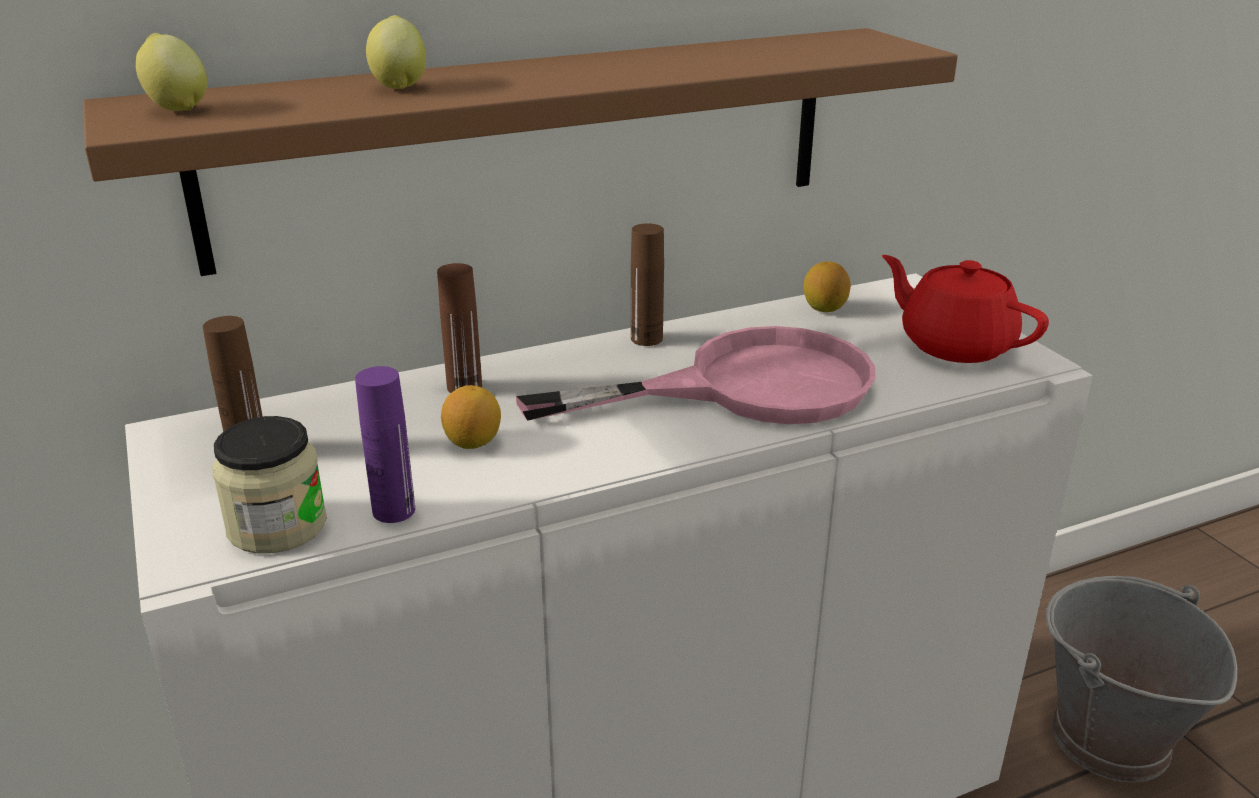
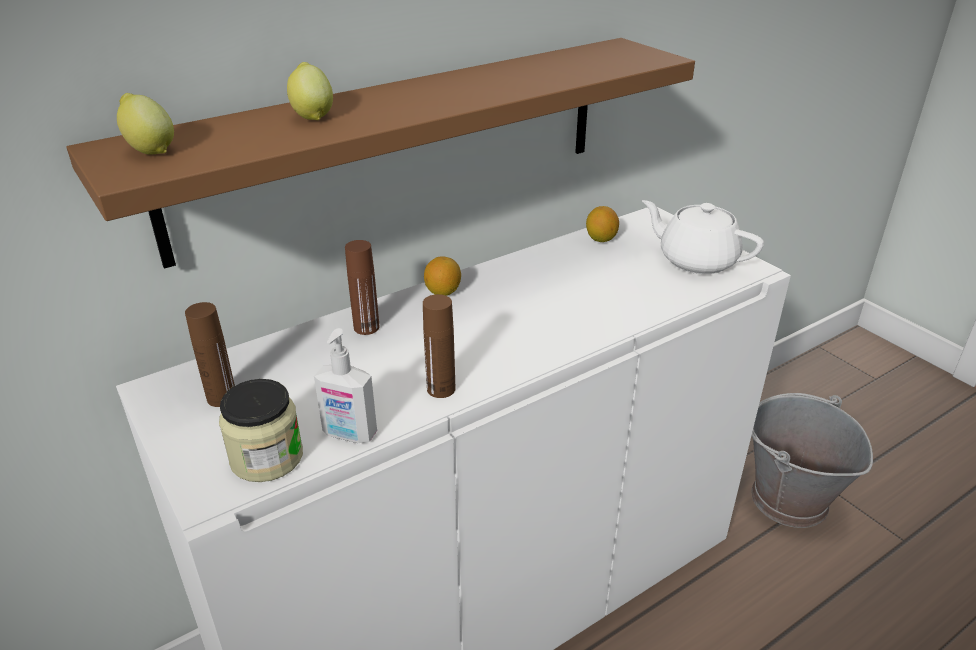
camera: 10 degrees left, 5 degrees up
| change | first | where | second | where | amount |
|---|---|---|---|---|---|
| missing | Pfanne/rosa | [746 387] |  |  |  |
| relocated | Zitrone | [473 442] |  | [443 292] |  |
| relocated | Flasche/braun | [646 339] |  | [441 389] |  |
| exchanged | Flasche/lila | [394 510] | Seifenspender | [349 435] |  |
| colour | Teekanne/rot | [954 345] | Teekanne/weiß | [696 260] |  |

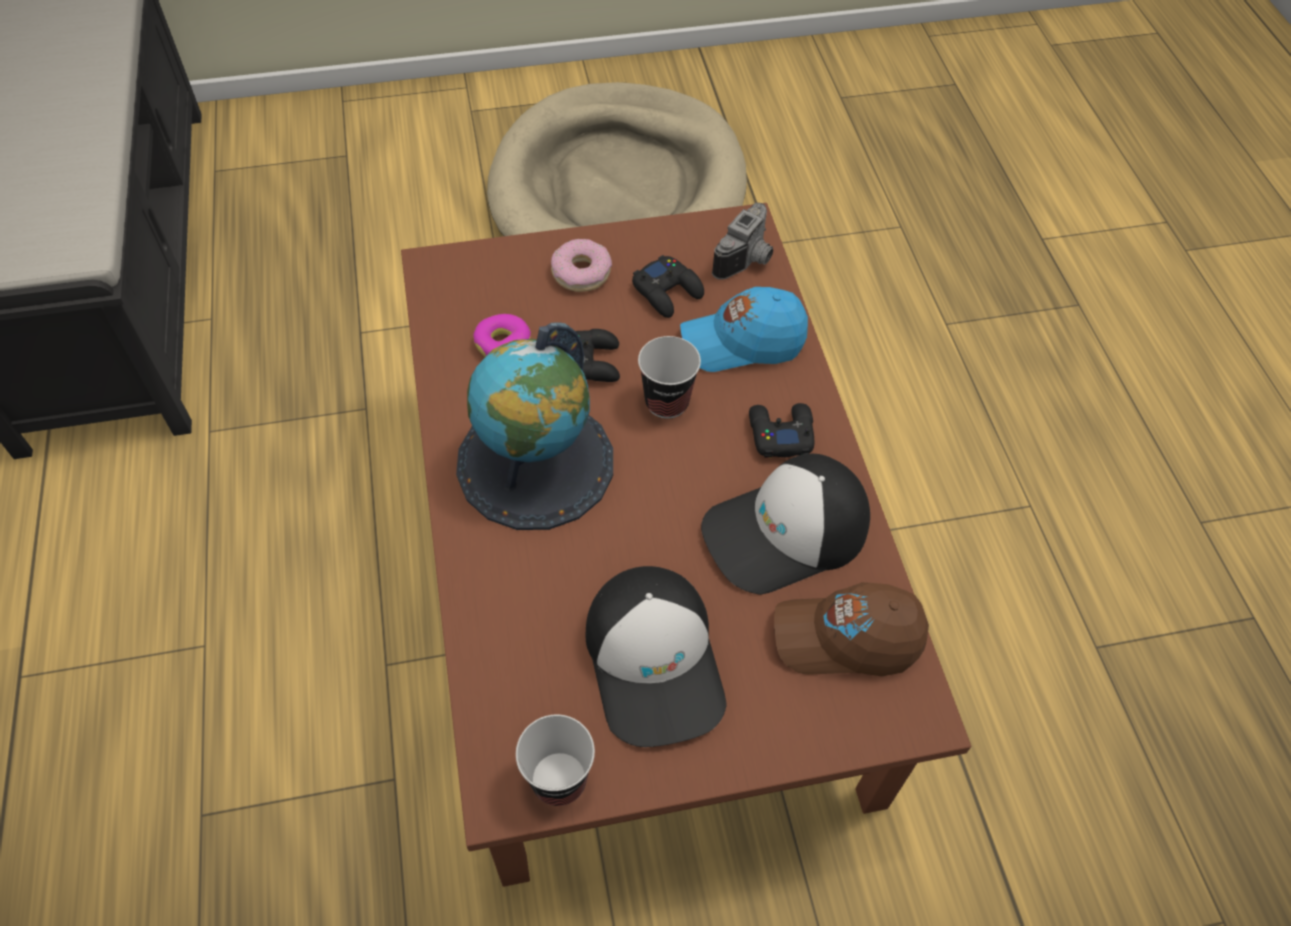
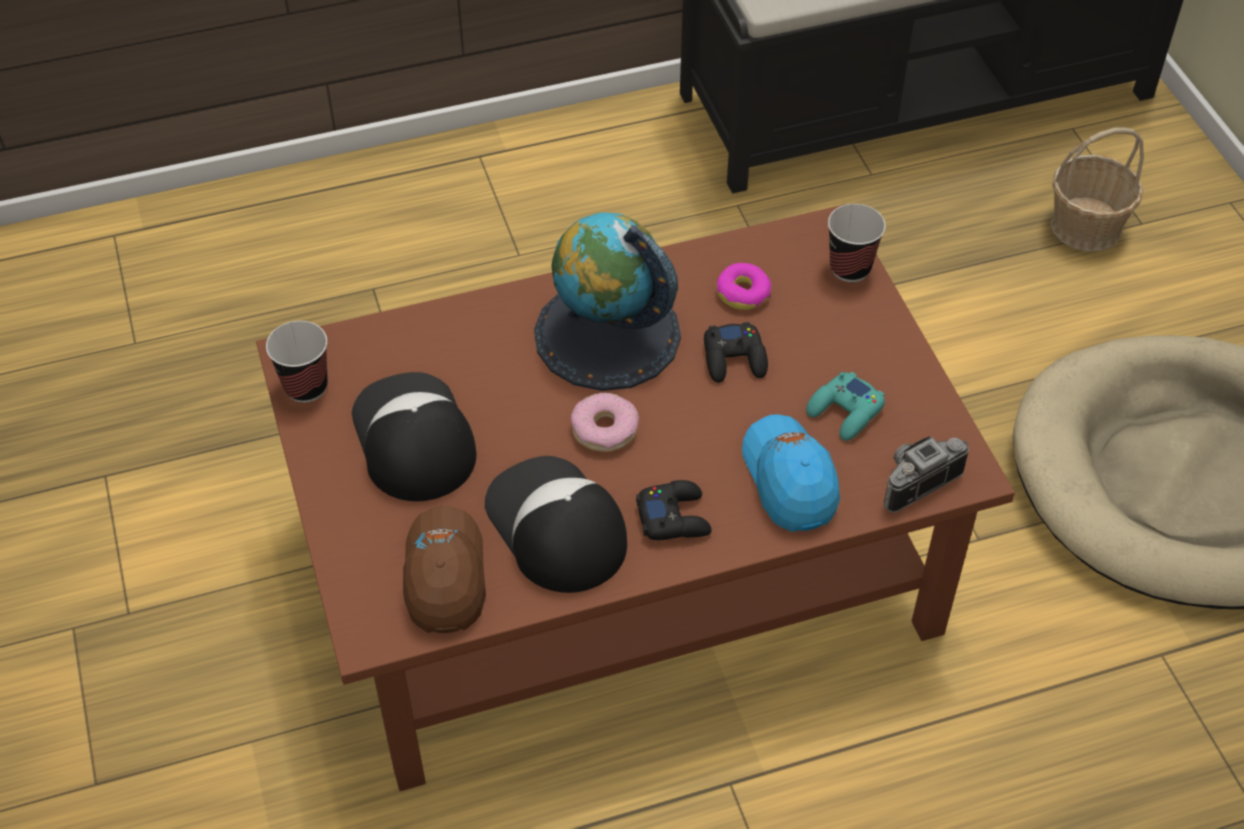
camera: 85 degrees right, 5 degrees down
| change | first | where | second | where | amount |
|---|---|---|---|---|---|
| appeared |  |  | Korb | [1086 226] |  |
| relocated | Donut | [581 272] |  | [604 429] |  |
| relocated | Tasse | [667 402] |  | [850 268] |  |
| colour | Gamepad/schwarz | [668 292] | Gamepad/türkis | [845 412] |  |
| spun | Kappe | [656 661] |  | [412 438] | 90 degrees clockwise |
| spun | Kamera | [748 260] |  | [913 479] | 120 degrees clockwise |

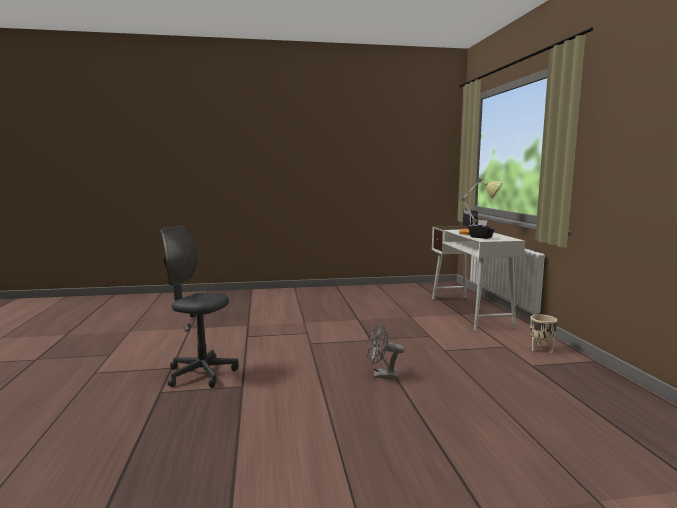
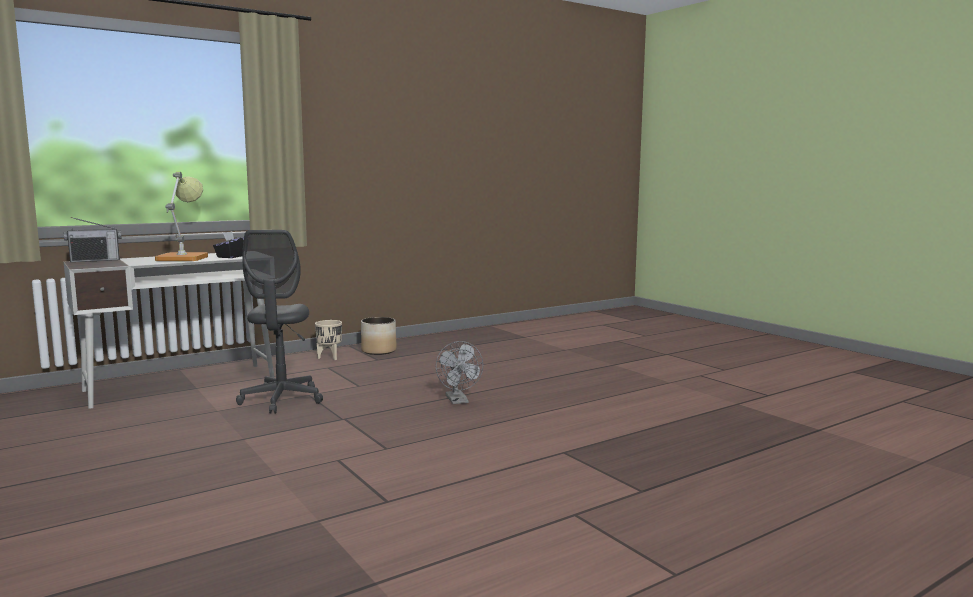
camera: 115 degrees left, 0 degrees up
| change | first | where | second | where | amount |
|---|---|---|---|---|---|
| appeared |  |  | Pflanzkübel | [379 351] |  |
| relocated | Bürostuhl/grau | [201 374] |  | [282 400] |  |

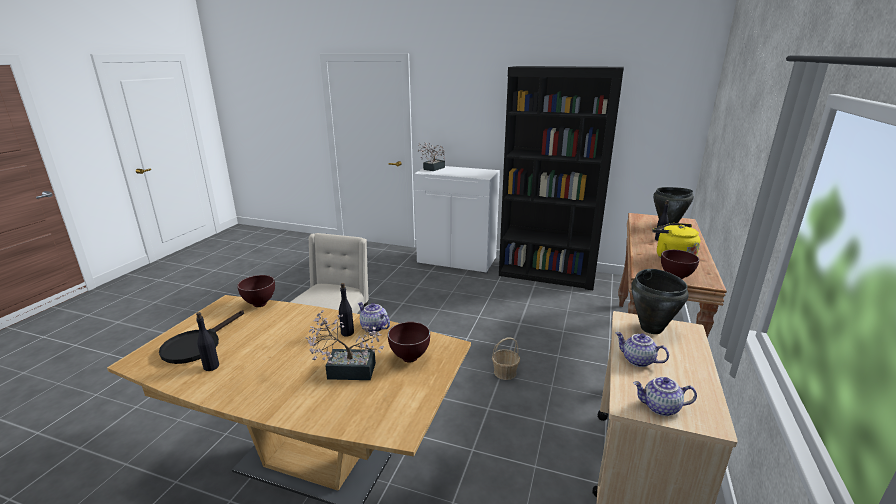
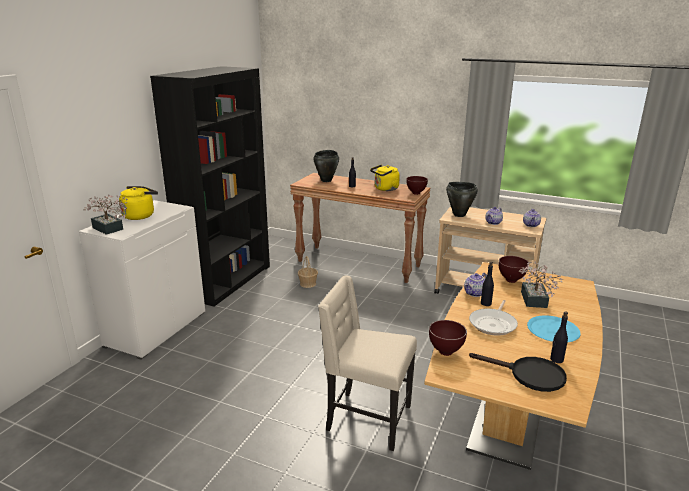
camera: 85 degrees left, 0 degrees up
| change | first | where | second | where | amount |
|---|---|---|---|---|---|
| appeared |  |  | Wasserkessel/gelb | [140 215] |  |
| appeared |  |  | Pfanne | [493 324] |  |
| appeared |  |  | Teller/blau | [553 330] |  |
| relocated | Korb | [505 372] |  | [308 284] |  |

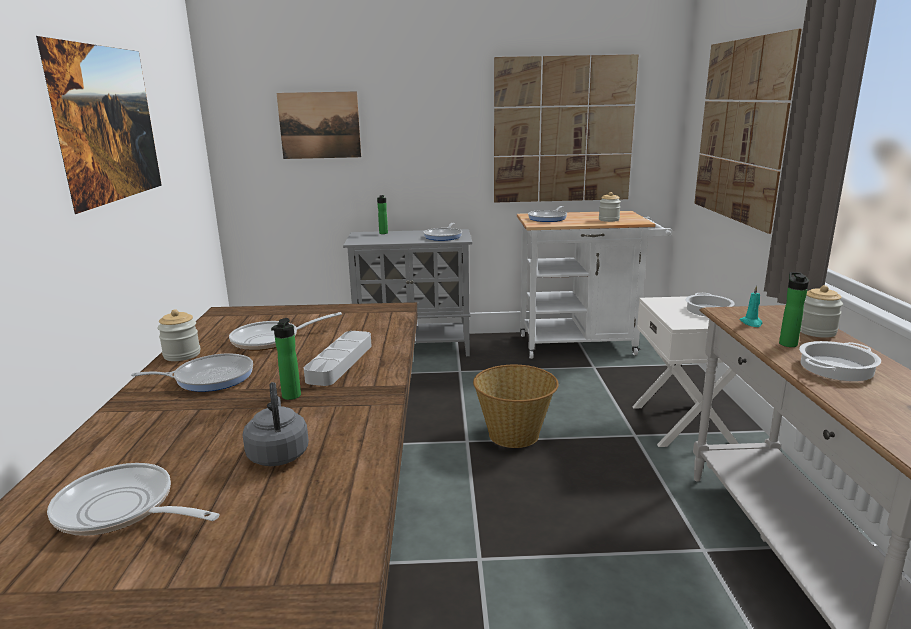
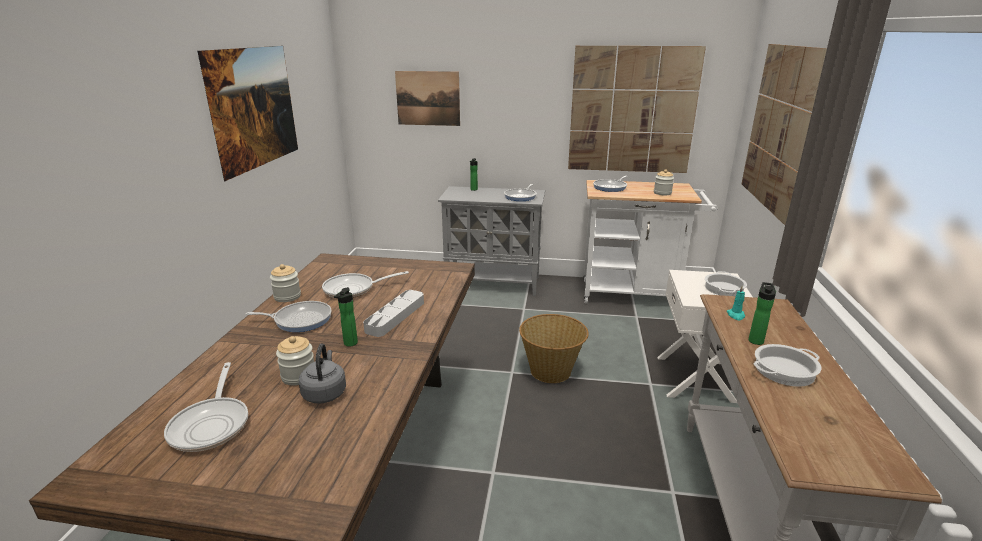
camera: 10 degrees right, 5 degrees up
| change | first | where | second | where | amount |
|---|---|---|---|---|---|
| relocated | Vorratsglas | [816 331] |  | [298 376] |  |
| spun | Pfanne | [122 510] |  | [212 424] | 135 degrees counterclockwise |

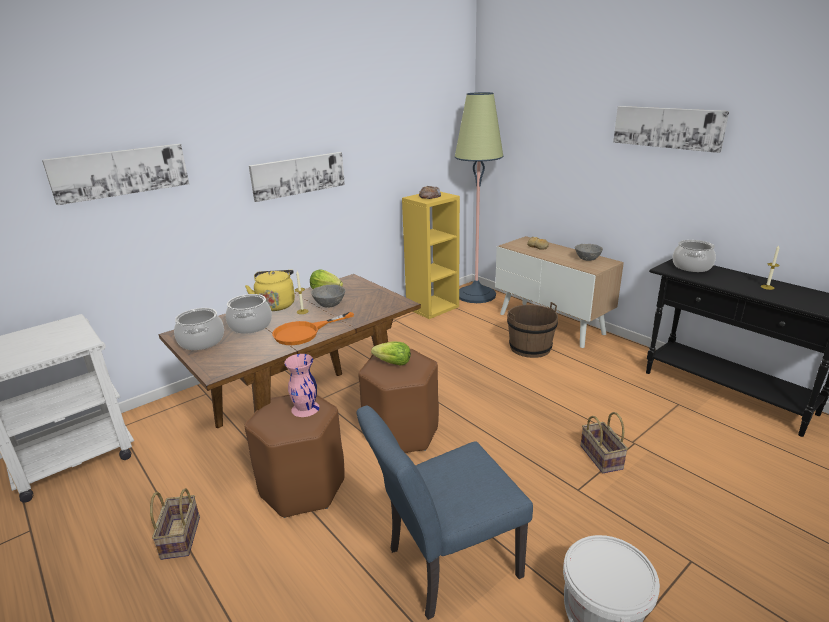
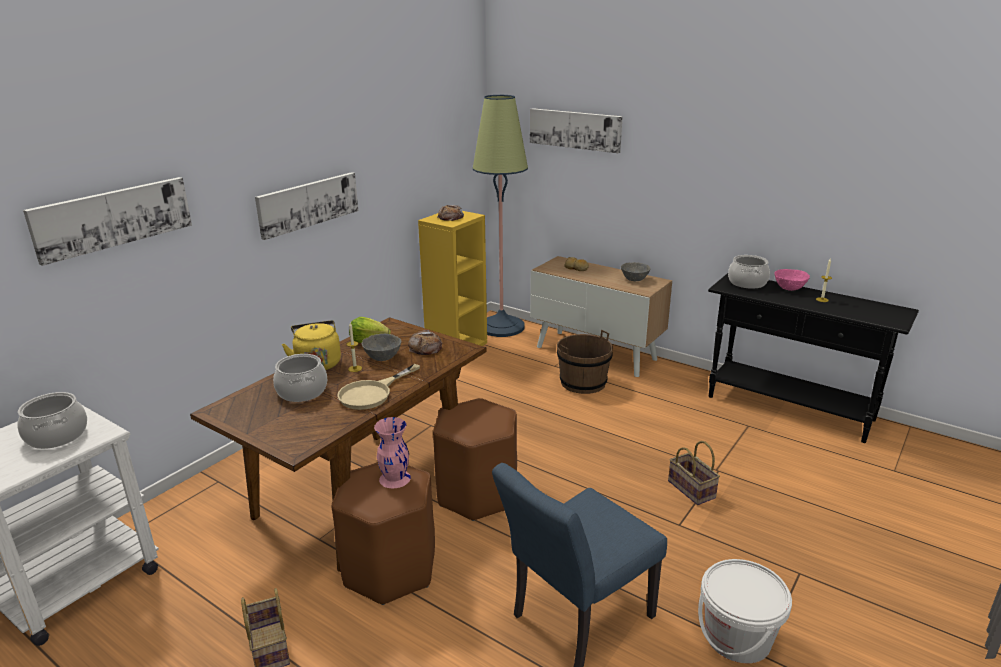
camera: 15 degrees left, 0 degrees up
| change | first | where | second | where | amount |
|---|---|---|---|---|---|
| missing | Salatkopf | [393 363] |  |  |  |
| appeared |  |  | Brot | [425 347] |  |
| appeared |  |  | Schüssel/rosa | [789 288] |  |
| relocated | Kochtopf | [202 341] |  | [57 435] |  |
| relocated | Bild | [667 127] |  | [575 129] |  |
| colour | Pfanne/orange | [304 332] | Pfanne/beige | [372 393] |  |

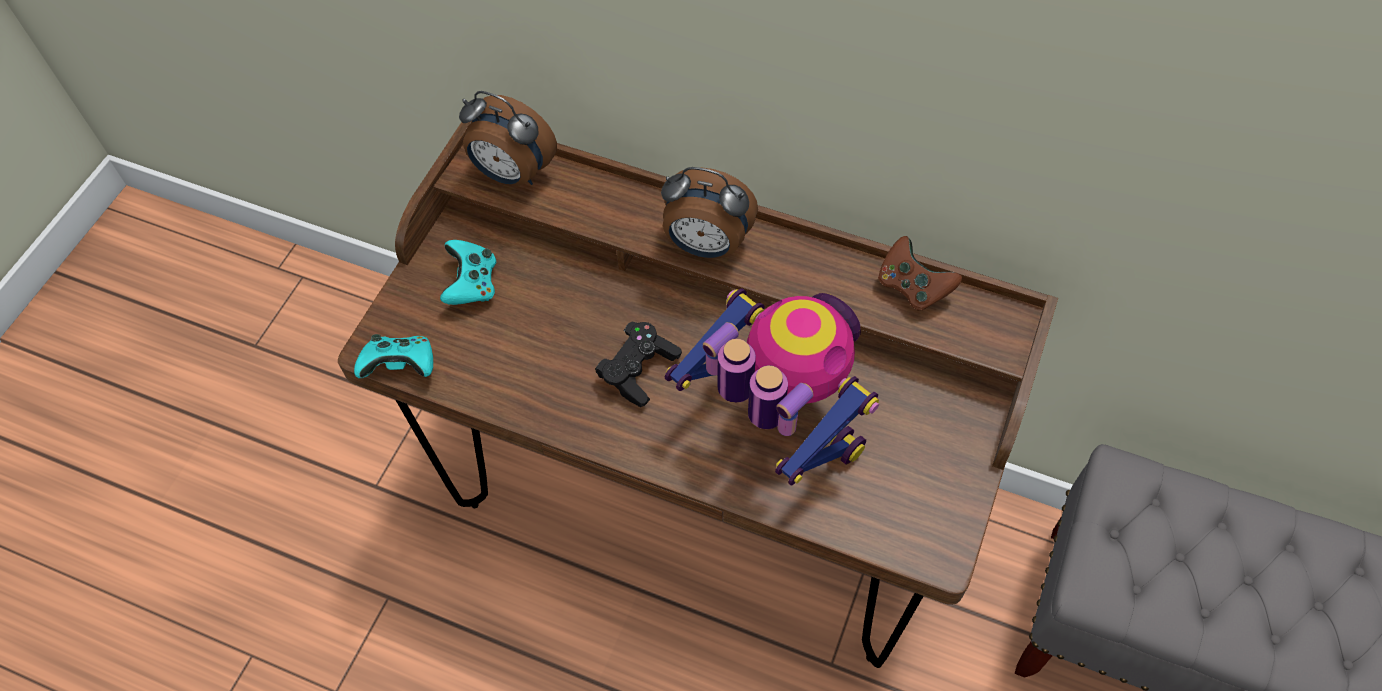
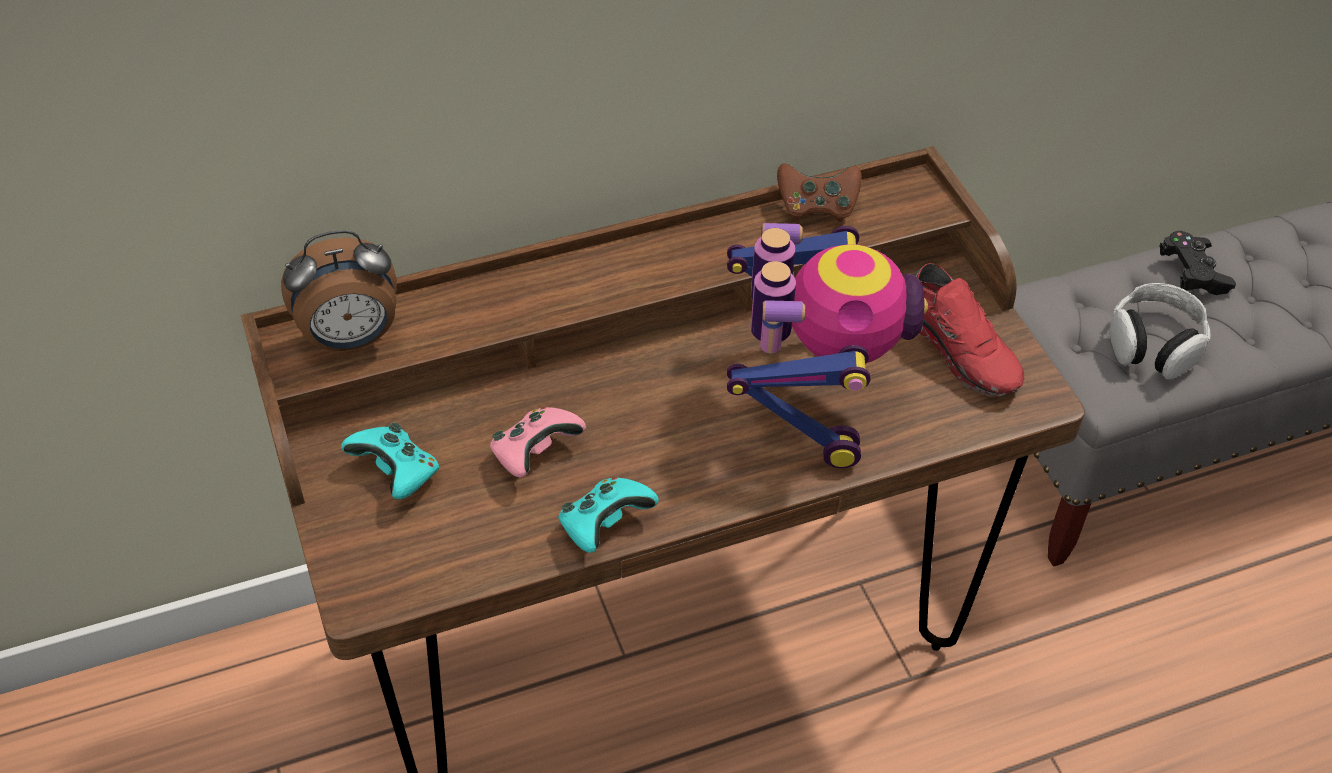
camera: 45 degrees left, 10 degrees down
| change | first | where | second | where | amount |
|---|---|---|---|---|---|
| missing | Wecker | [706 246] |  |  |  |
| appeared |  |  | Gamepad/rosa | [535 454] |  |
| appeared |  |  | Schuh/rot | [959 347] |  |
| appeared |  |  | Kopfhörer | [1154 343] |  |
| relocated | Gamepad/türkis | [401 366] |  | [604 526] |  |
| relocated | Gamepad/schwarz | [638 370] |  | [1192 274] |  |
| spun | Spielzeugroboter | [776 423] |  | [809 395] | 90 degrees clockwise |

